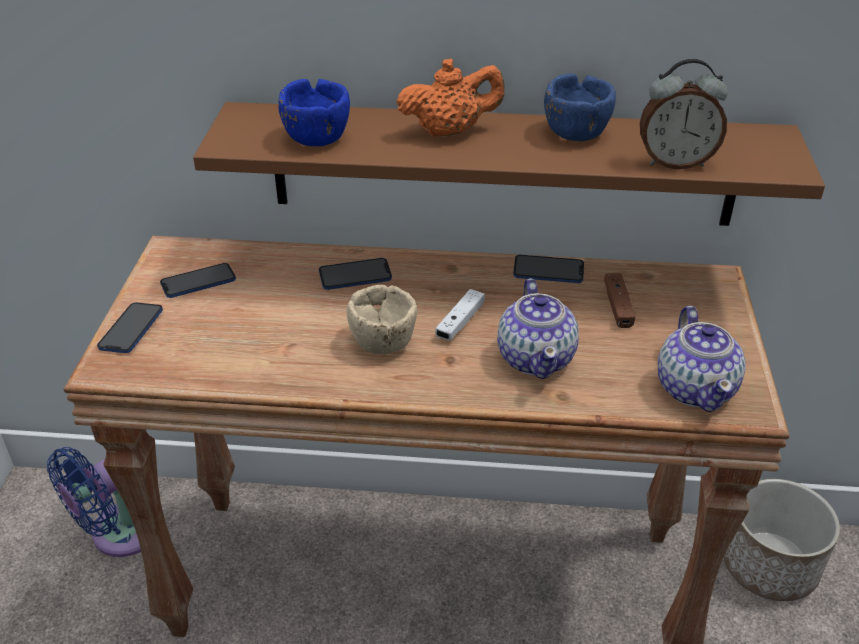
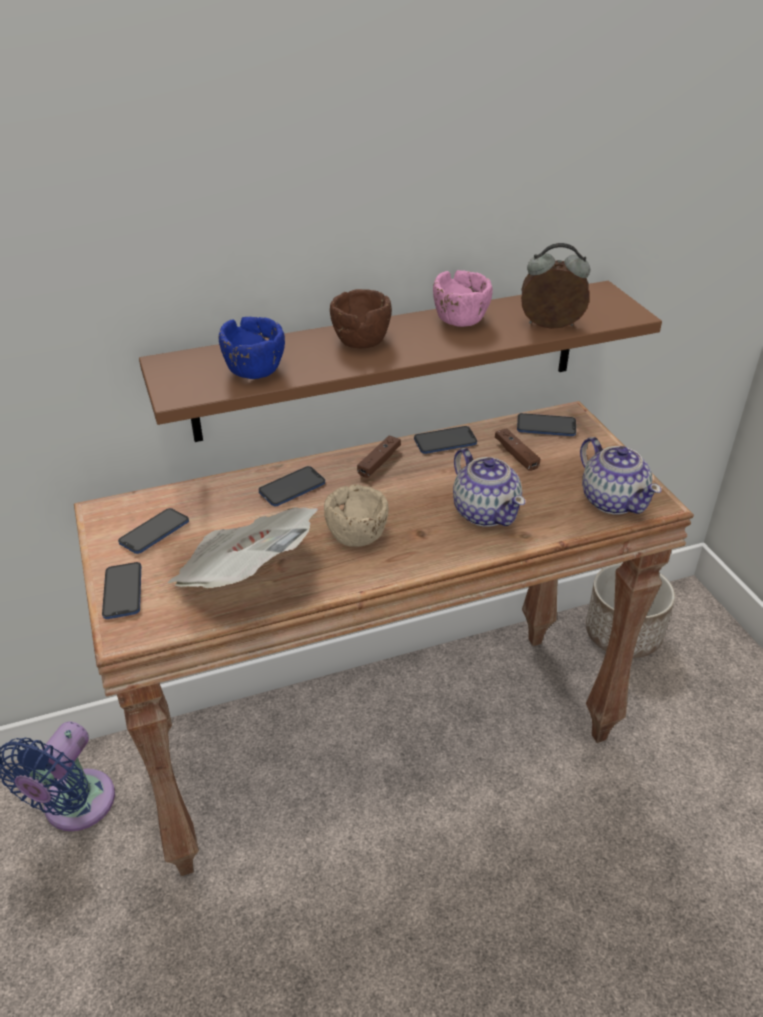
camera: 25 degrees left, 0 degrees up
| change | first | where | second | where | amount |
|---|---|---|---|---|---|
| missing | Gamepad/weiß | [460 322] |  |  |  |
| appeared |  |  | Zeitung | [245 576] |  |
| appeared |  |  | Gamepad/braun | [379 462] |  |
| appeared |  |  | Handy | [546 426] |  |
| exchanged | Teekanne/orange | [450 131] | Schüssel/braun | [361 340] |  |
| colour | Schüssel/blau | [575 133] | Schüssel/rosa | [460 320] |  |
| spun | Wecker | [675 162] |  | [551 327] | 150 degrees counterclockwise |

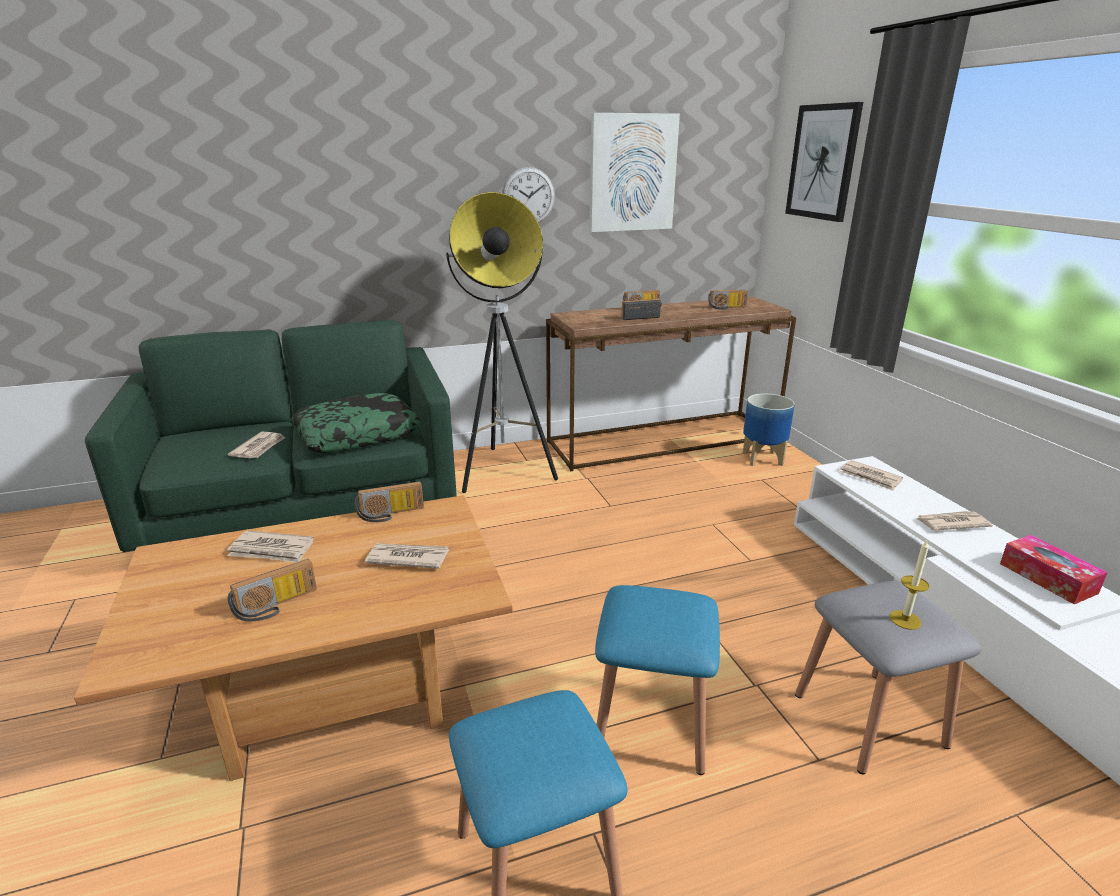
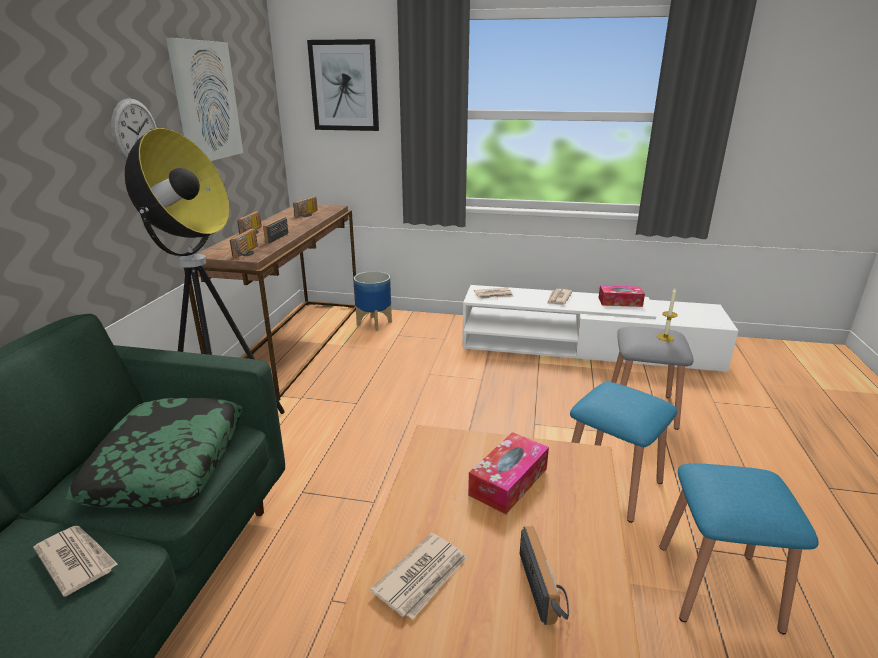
camera: 60 degrees left, 0 degrees up
| change | first | where | second | where | amount |
|---|---|---|---|---|---|
| relocated | Radio | [391 515] |  | [248 252] |  |
| exchanged | Zeitung | [407 558] | Taschentuchbox | [508 481] |  |

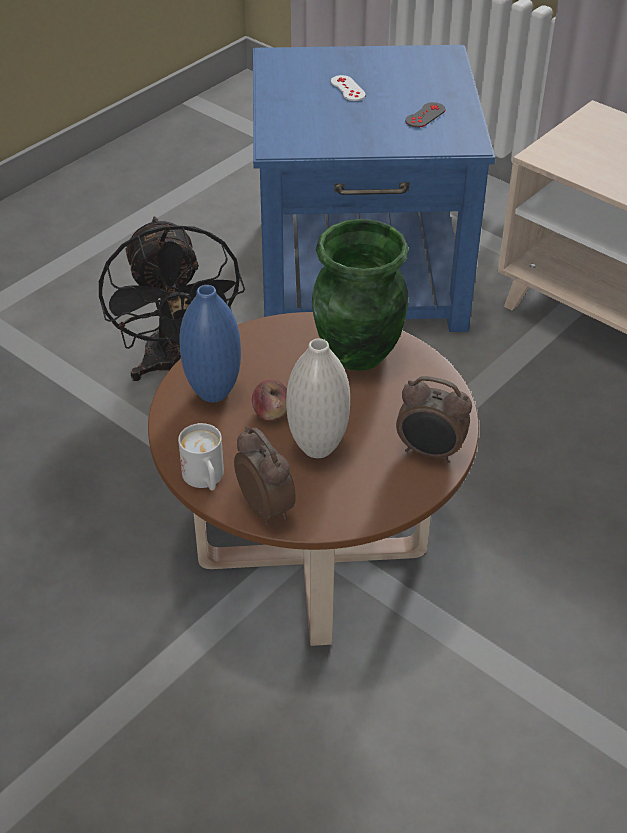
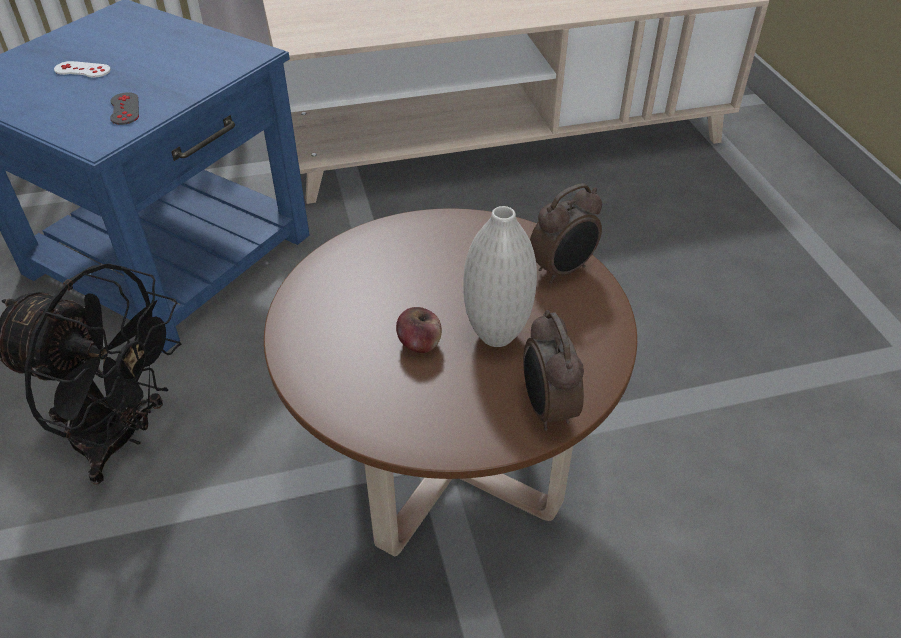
camera: 55 degrees left, 0 degrees up
| change | first | where | second | where | amount |
|---|---|---|---|---|---|
| missing | Henkelbecher/weiß | [205 480] |  |  |  |
| missing | Vase/blau | [213 393] |  |  |  |
| missing | Vase/grün | [358 354] |  |  |  |
| relocated | Gamepad/grau | [425 115] |  | [124 109] |  |
| spun | Wecker | [266 507] |  | [546 409] | 105 degrees counterclockwise |

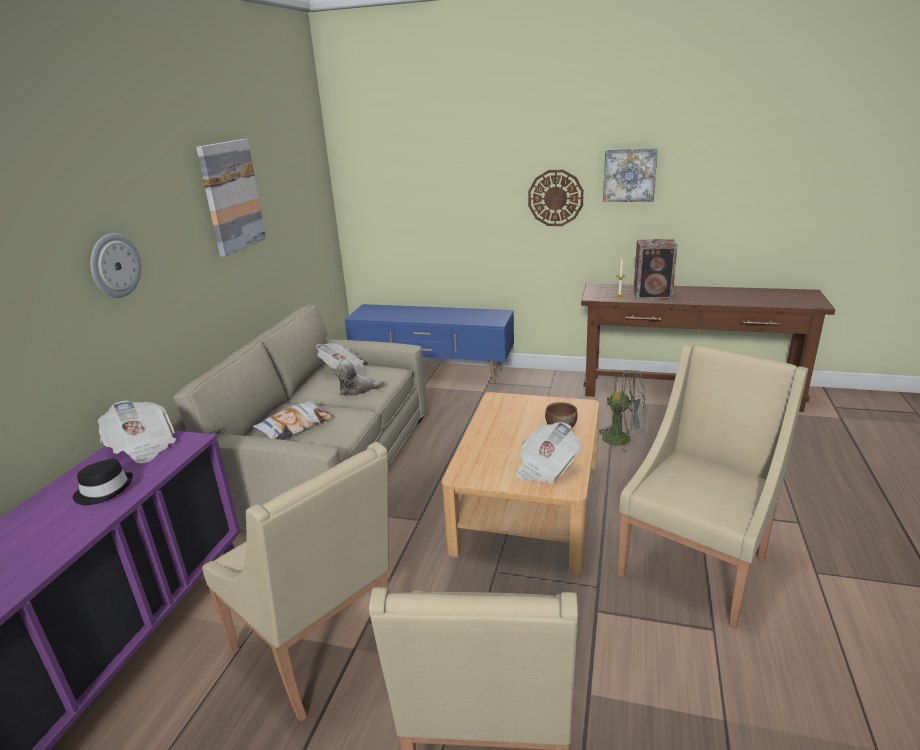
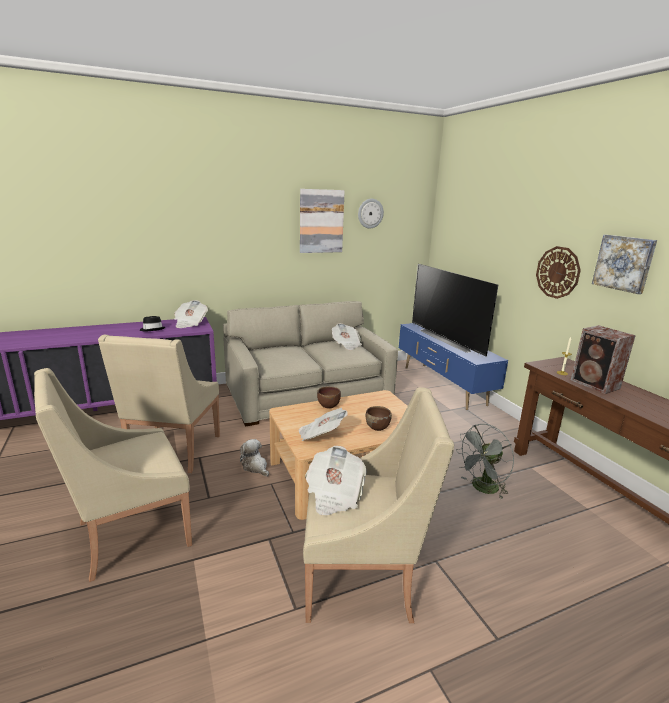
camera: 50 degrees right, 5 degrees down
| change | first | where | second | where | amount |
|---|---|---|---|---|---|
| missing | Kissen | [295 426] |  |  |  |
| appeared |  |  | Zeitung | [334 494] |  |
| appeared |  |  | Schüssel/braun | [328 405] |  |
| appeared |  |  | Fernseher | [448 339] |  |
| relocated | Wanduhr | [114 265] |  | [370 213] |  |
| relocated | Plüschtier | [357 389] |  | [255 467] |  |
| spun | Ventilator/grau | [623 439] |  | [482 489] | 75 degrees clockwise |

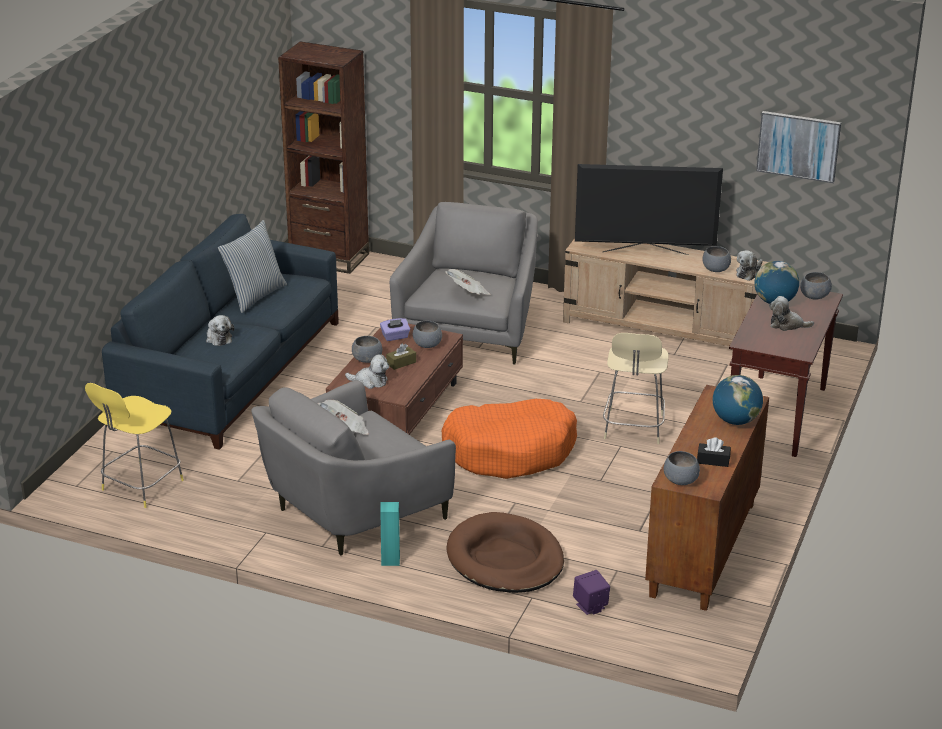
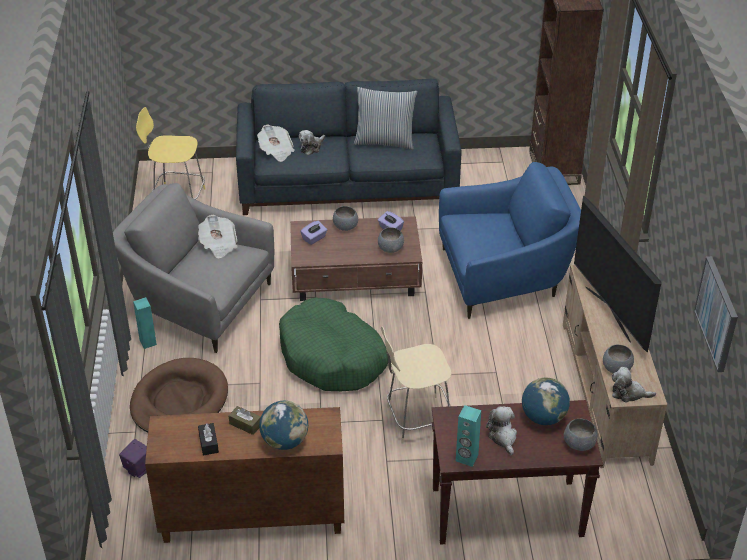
camera: 65 degrees right, 10 degrees up
| change | first | where | second | where | amount |
|---|---|---|---|---|---|
| missing | Schüssel/grau | [681 480] |  |  |  |
| appeared |  |  | Lautsprecher/türkis | [466 458] |  |
| relocated | Taschentuchbox/braun | [401 363] |  | [245 424] |  |
| relocated | Zeitung | [468 293] |  | [276 151] |  |
| exchanged | Plüschtier | [370 381] | Taschentuchbox/lila | [314 238] |  |
| colour | Sessel/grau | [470 330] | Sessel/blau | [504 277] |  |
| colour | Hundebett/orange | [510 451] | Hundebett/grün | [332 357] |  |

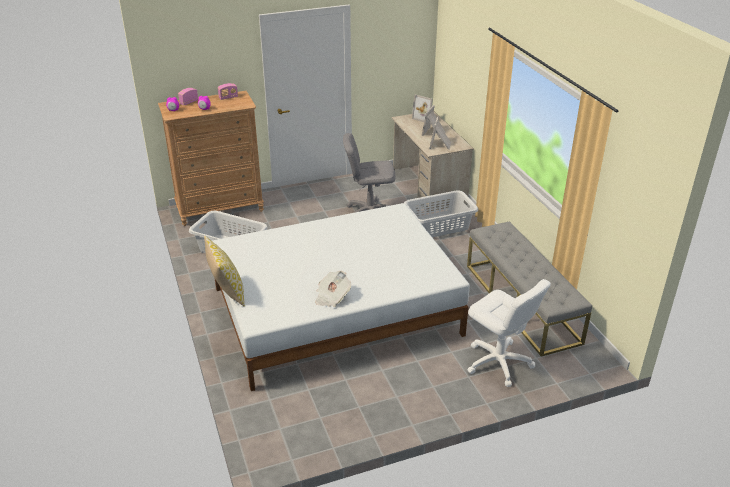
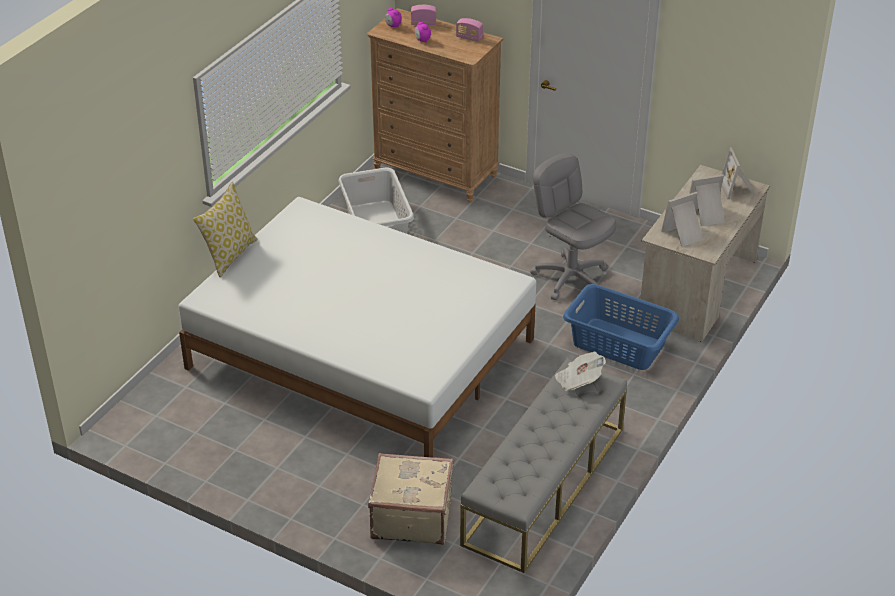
camera: 50 degrees right, 5 degrees up
| change | first | where | second | where | amount |
|---|---|---|---|---|---|
| relocated | Zeitung | [332 297] |  | [579 380] |  |
| exchanged | Bürostuhl/weiß | [498 362] | Koffer/beige | [411 516] |  |
| colour | Wäschekorb/grau | [439 226] | Wäschekorb/blau | [618 345] |  |

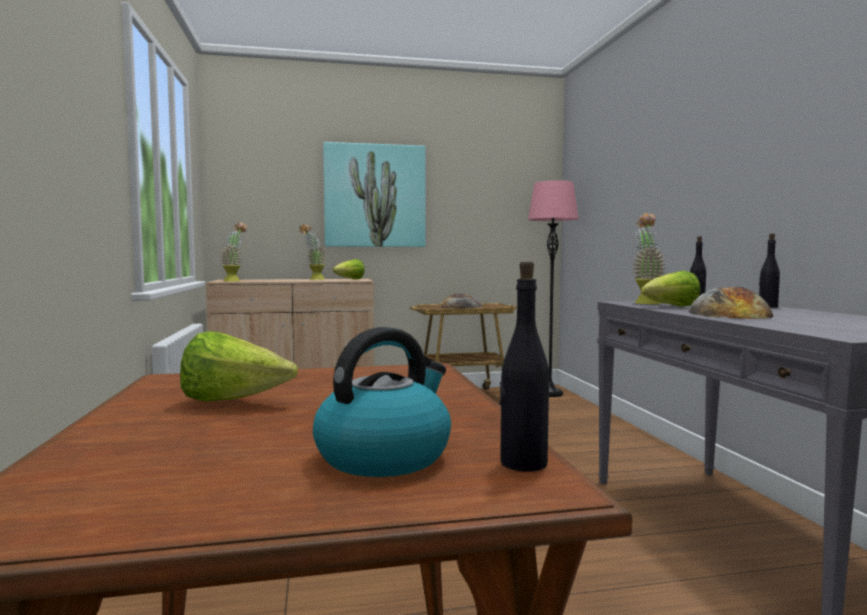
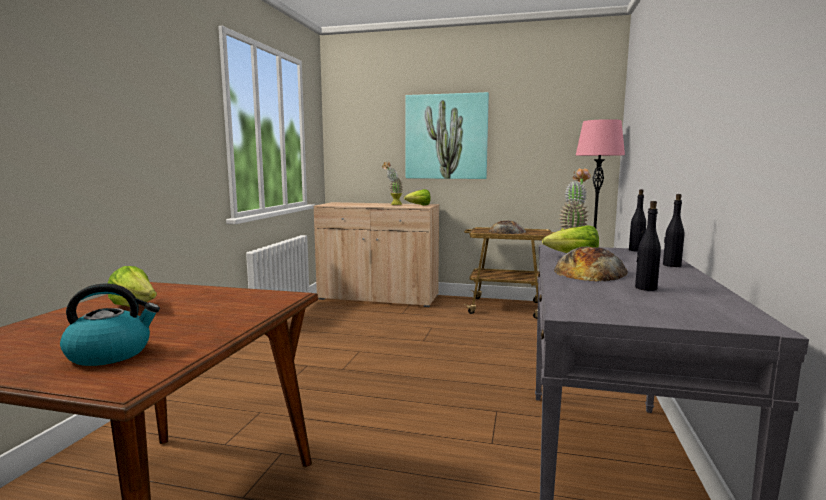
camera: 25 degrees right, 5 degrees up
| change | first | where | second | where | amount |
|---|---|---|---|---|---|
| missing | Topfpflanze | [235 281] |  |  |  |
| relocated | Flasche/schwarz | [522 463] |  | [645 288] |  |

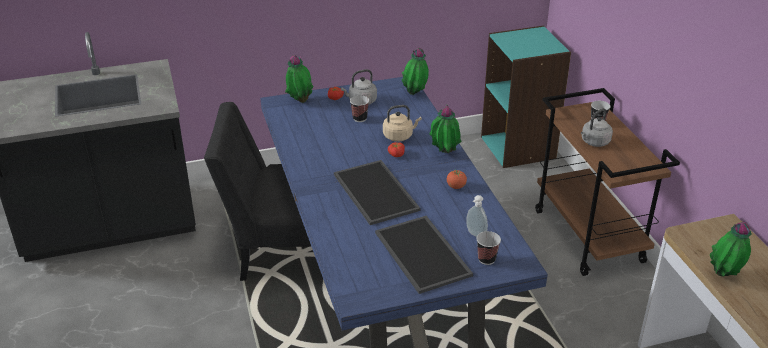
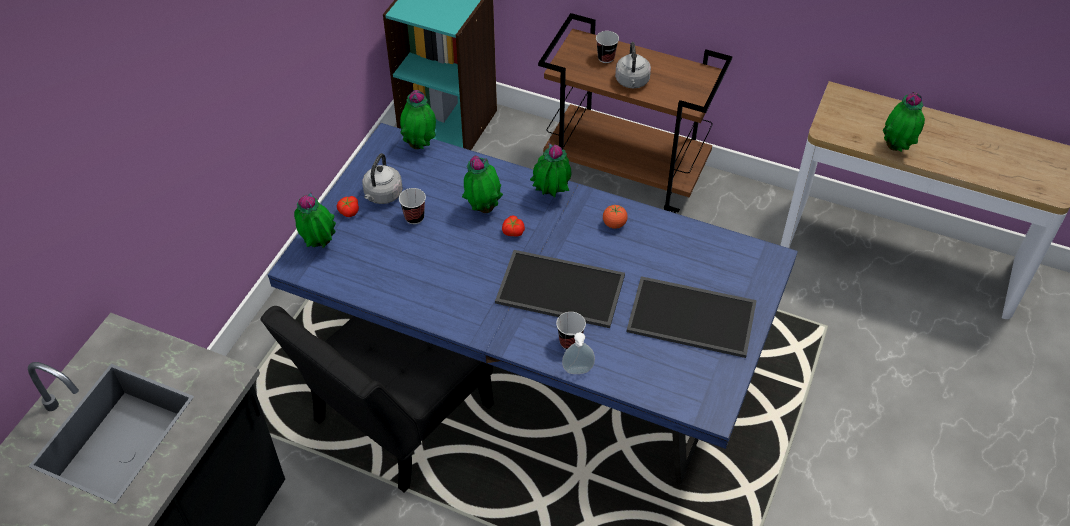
camera: 50 degrees left, 15 degrees up
| change | first | where | second | where | amount |
|---|---|---|---|---|---|
| relocated | Seifenspender | [475 234] |  | [578 371] |  |
| relocated | Tasse | [486 259] |  | [570 342] |  |
| exchanged | Wasserkessel/beige | [399 136] | Topfpflanze | [483 208] |  |

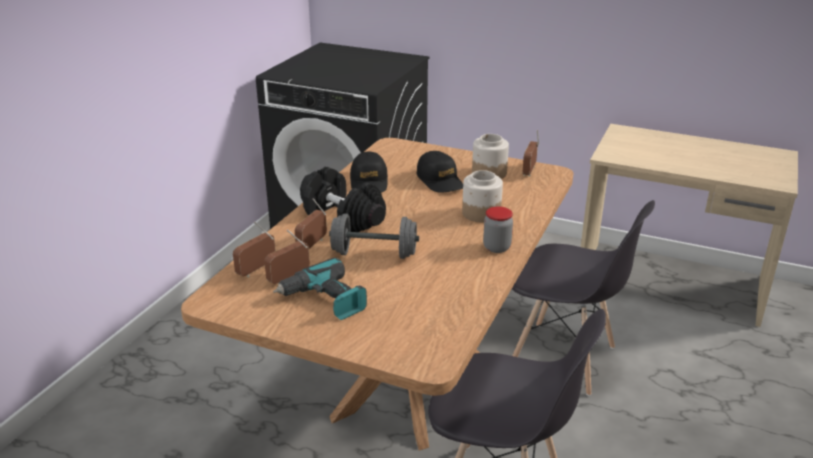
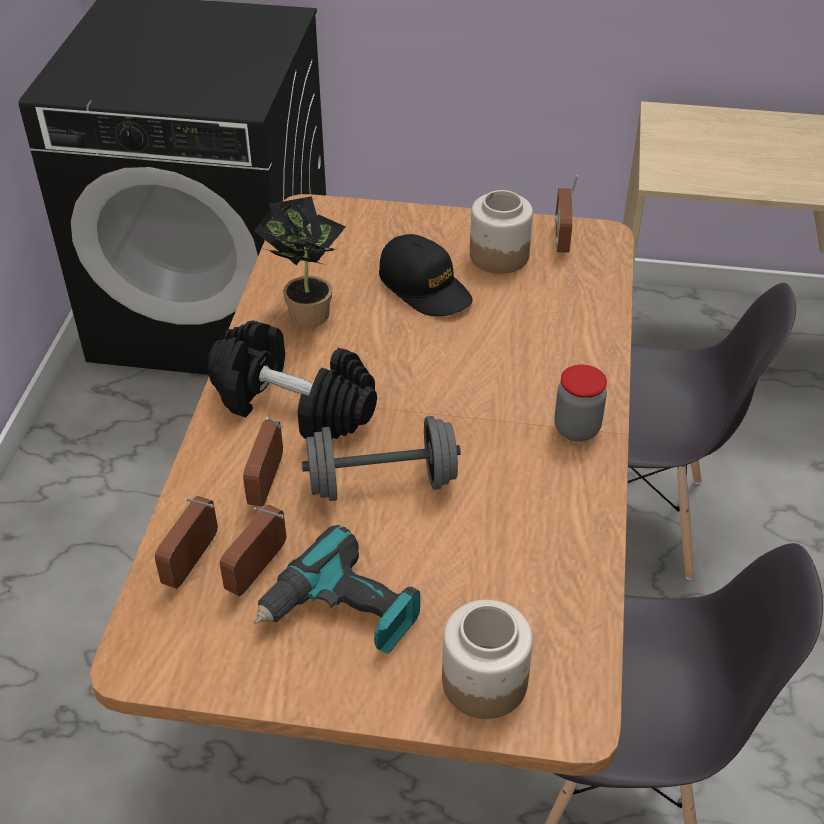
camera: 15 degrees left, 15 degrees up
| change | first | where | second | where | amount |
|---|---|---|---|---|---|
| relocated | Vorratsglas | [480 213] |  | [483 682] |  |
| exchanged | Kappe/schwarz | [369 182] | Topfpflanze | [305 311] |  |

